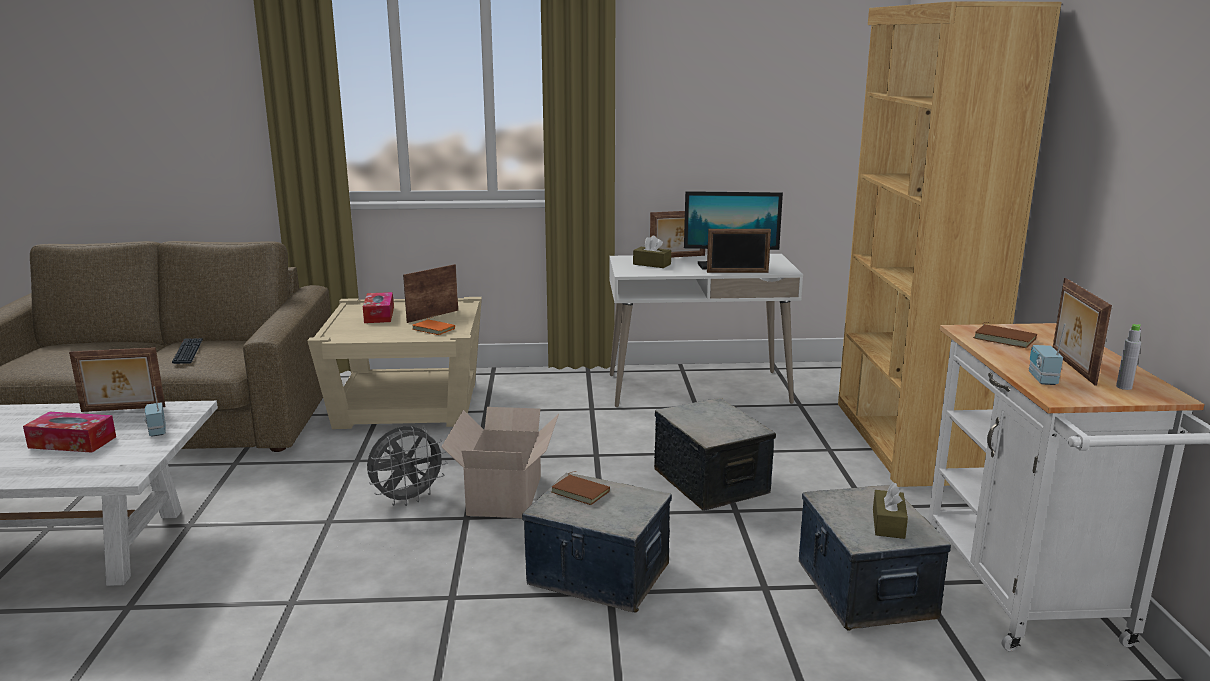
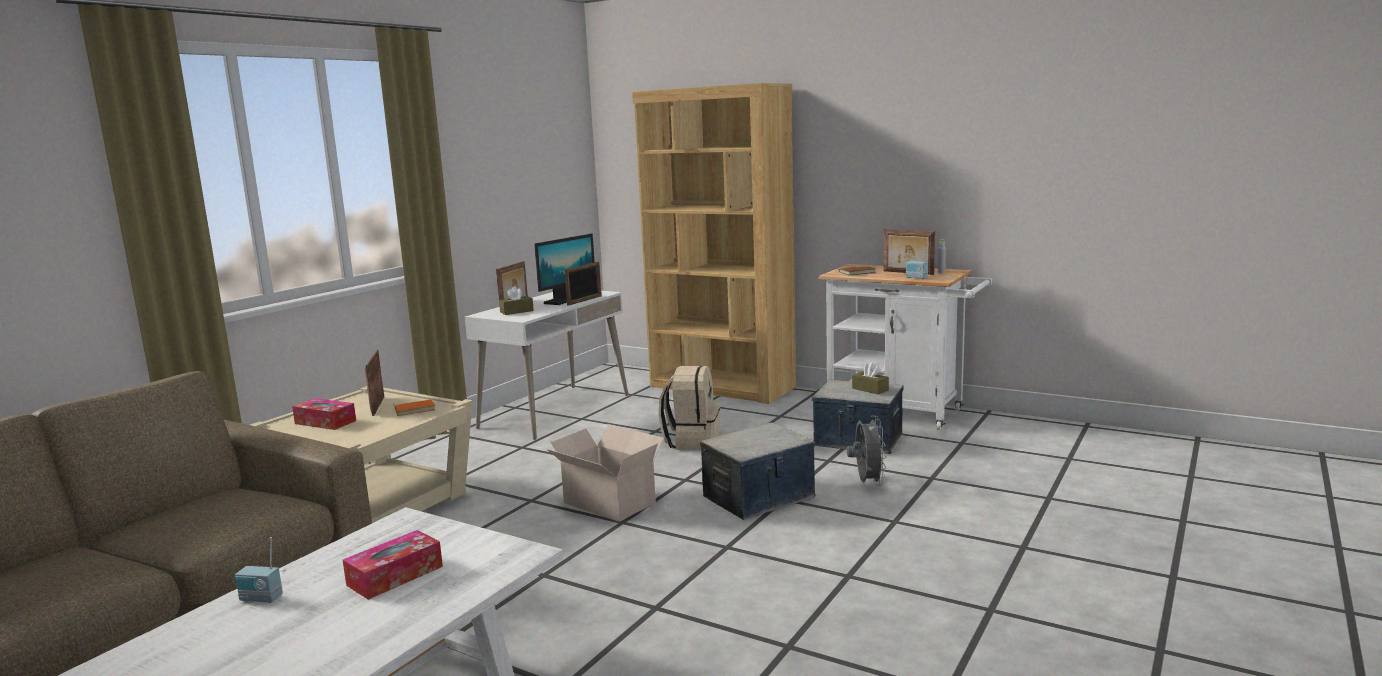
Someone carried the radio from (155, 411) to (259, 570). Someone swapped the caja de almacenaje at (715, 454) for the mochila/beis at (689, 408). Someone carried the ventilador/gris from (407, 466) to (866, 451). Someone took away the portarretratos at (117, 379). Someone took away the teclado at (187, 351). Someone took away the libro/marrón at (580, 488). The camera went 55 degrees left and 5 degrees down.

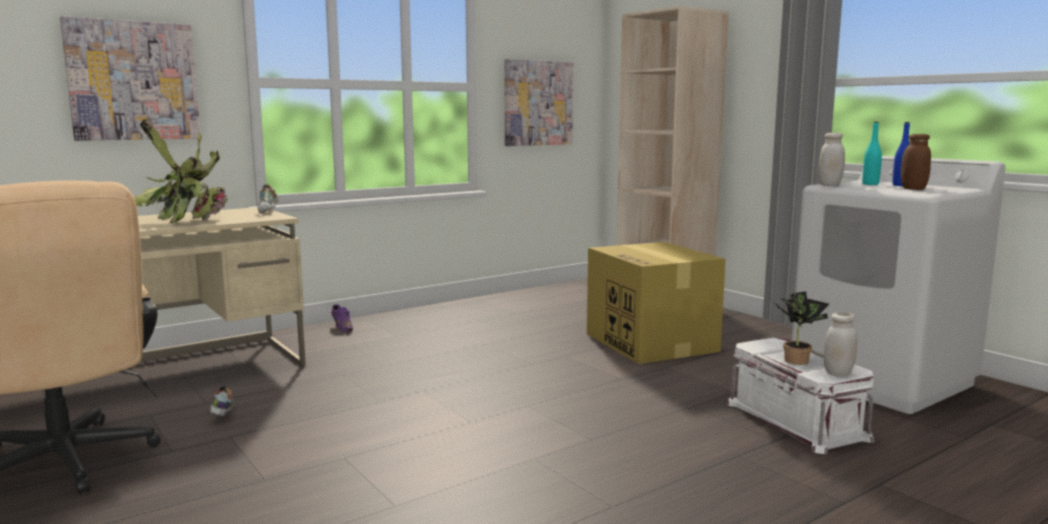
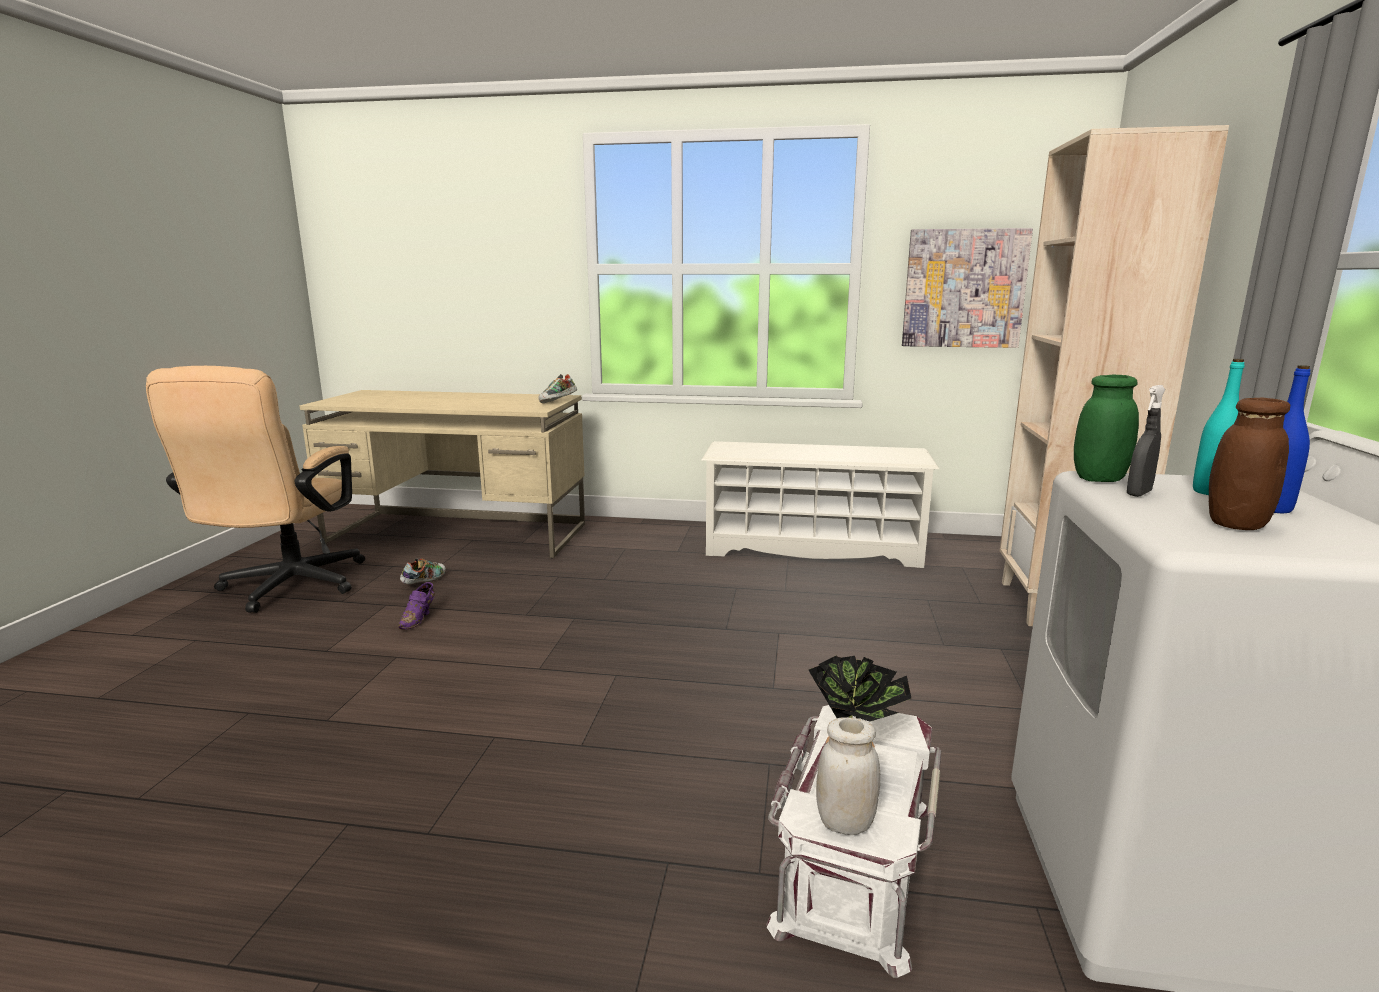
Someone carried the zapato/morado from (342, 318) to (416, 605). Someone put down the zapatero/blanco at (820, 504). Someone repainted the tarro/blanco at (832, 159), which became the tarro/verde at (1106, 428). Someone put down the pulverizador/gris at (1146, 441). Someone took away the cuadro at (130, 78). Someone took away the planta en maceta at (181, 171). Someone took away the caja de cartón at (656, 303). The camera went 45 degrees right and 5 degrees up.

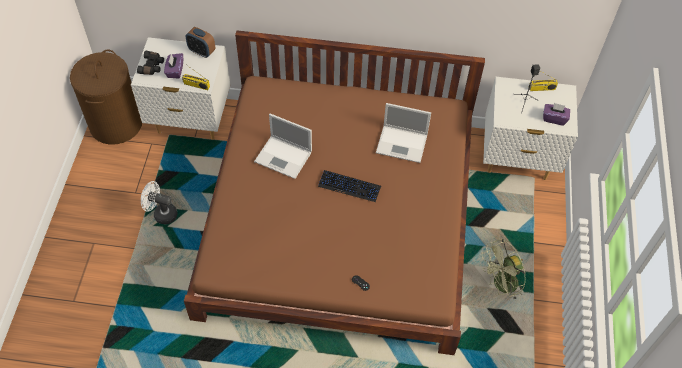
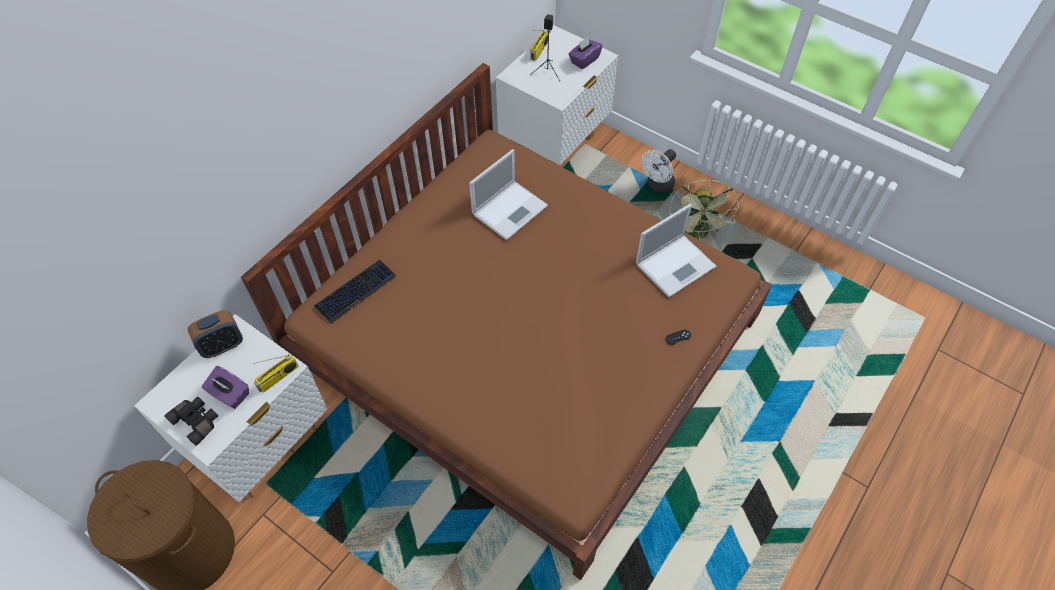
Someone carried the teclado from (349, 186) to (355, 292). Someone carried the portátil from (283, 146) to (676, 251). Someone carried the ventilador/blanco from (159, 202) to (659, 171). The camera went 60 degrees left and 0 degrees up.

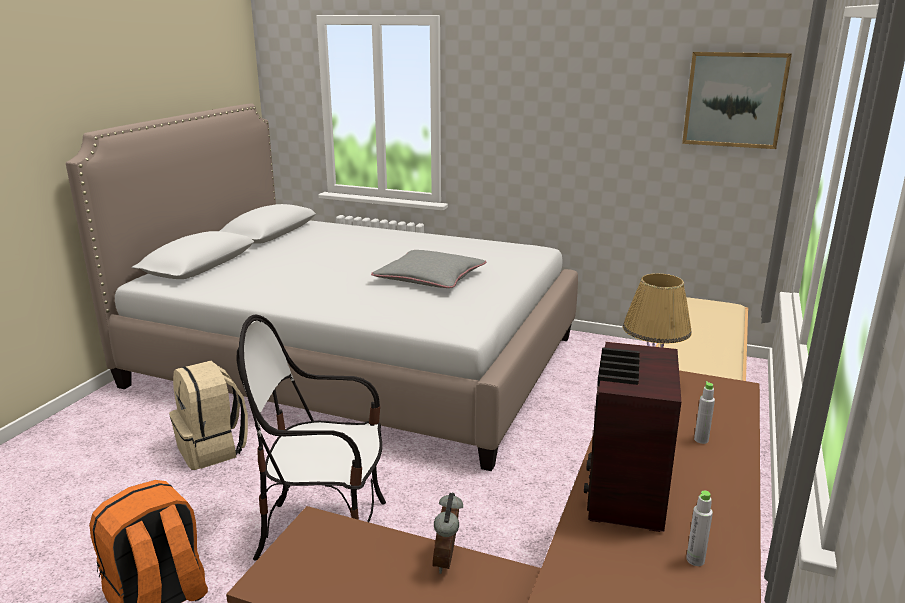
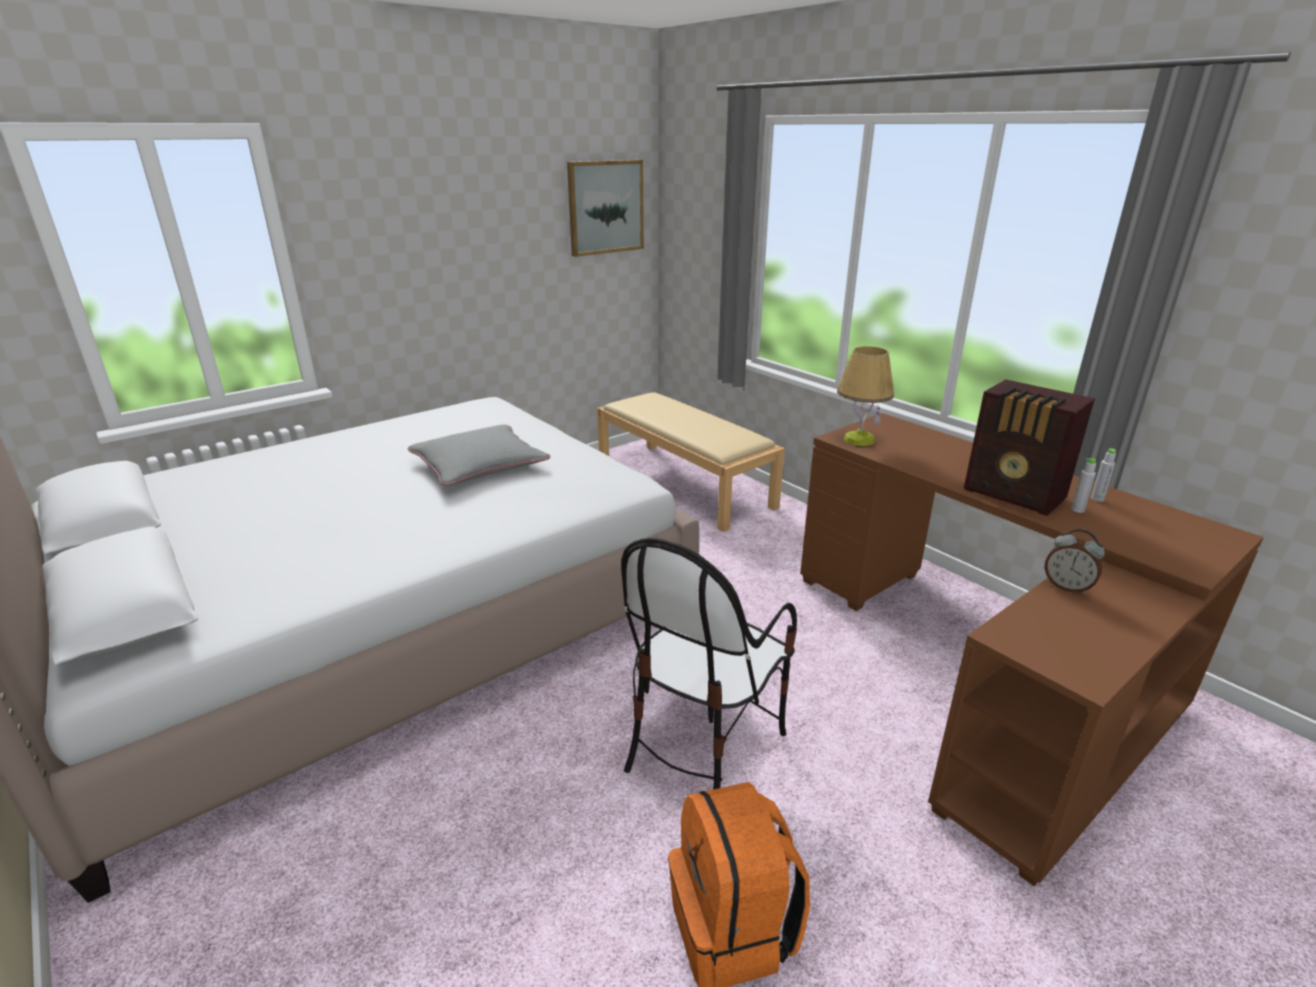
Someone carried the botella/gris from (704, 412) to (1083, 485). Someone took away the mochila/beis at (208, 415). The camera went 60 degrees left and 5 degrees up.

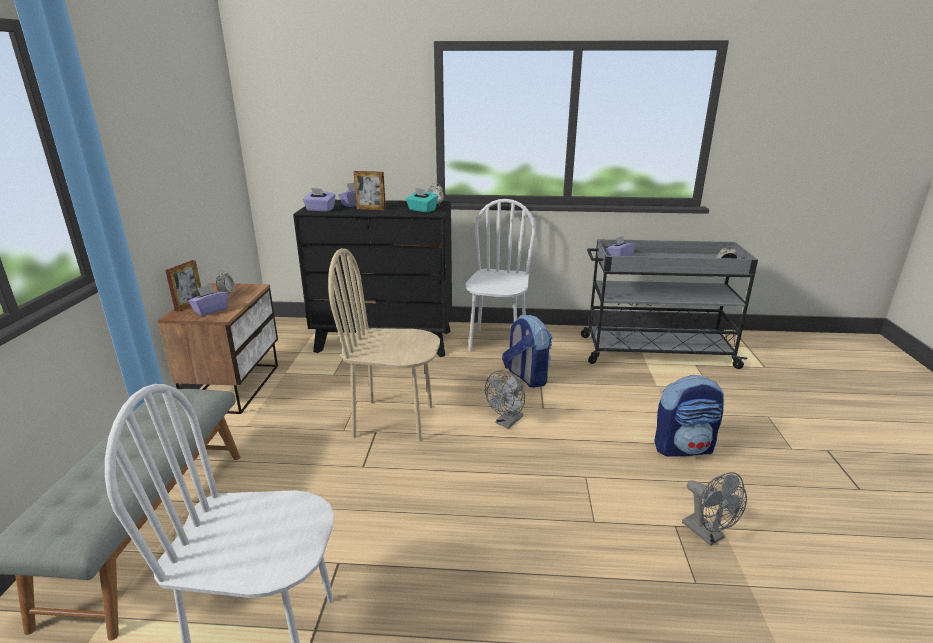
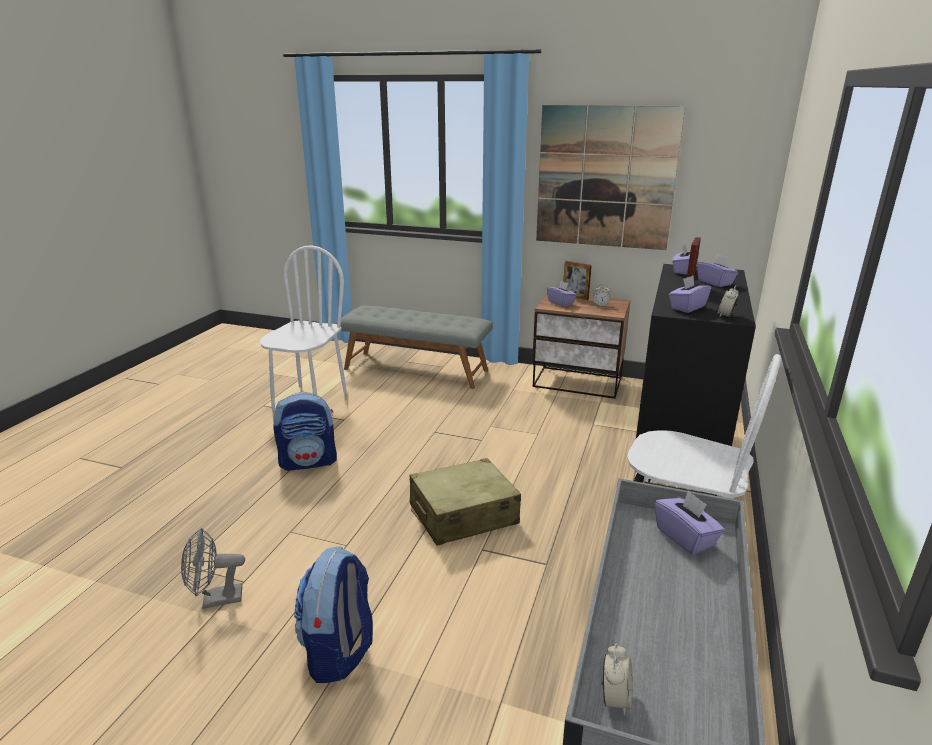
Someone carried the mochila from (527, 351) to (305, 431). Someone swapped the ventilador/gris at (505, 399) for the maleta/beis at (465, 502). Someone put up the cuadro at (610, 177). Someone repainted the caja de pañuelos/turquesa at (422, 200), which became the caja de pañuelos/morado at (690, 294). Someone took away the silla/beis at (384, 344). The camera went 105 degrees right and 0 degrees up.

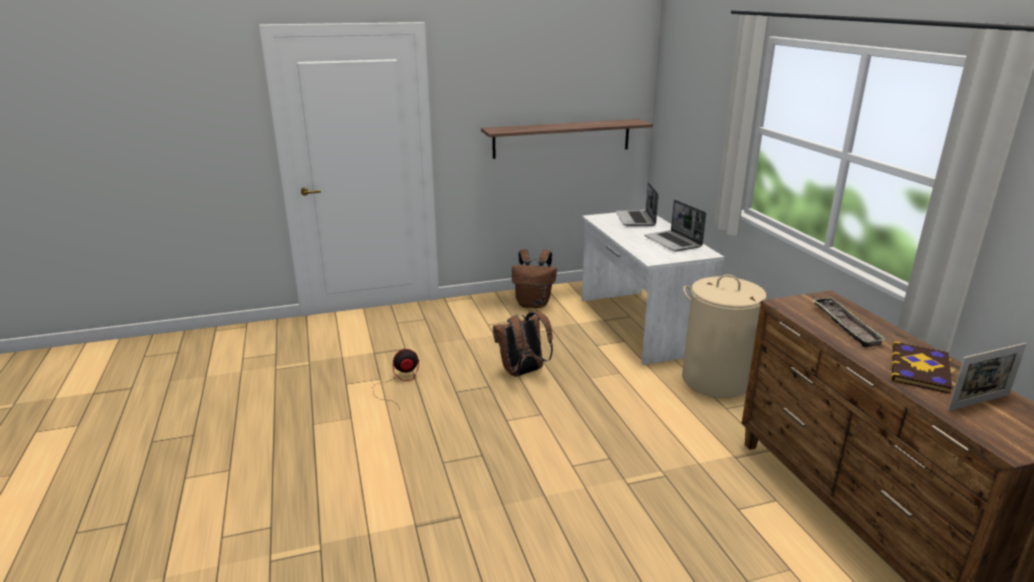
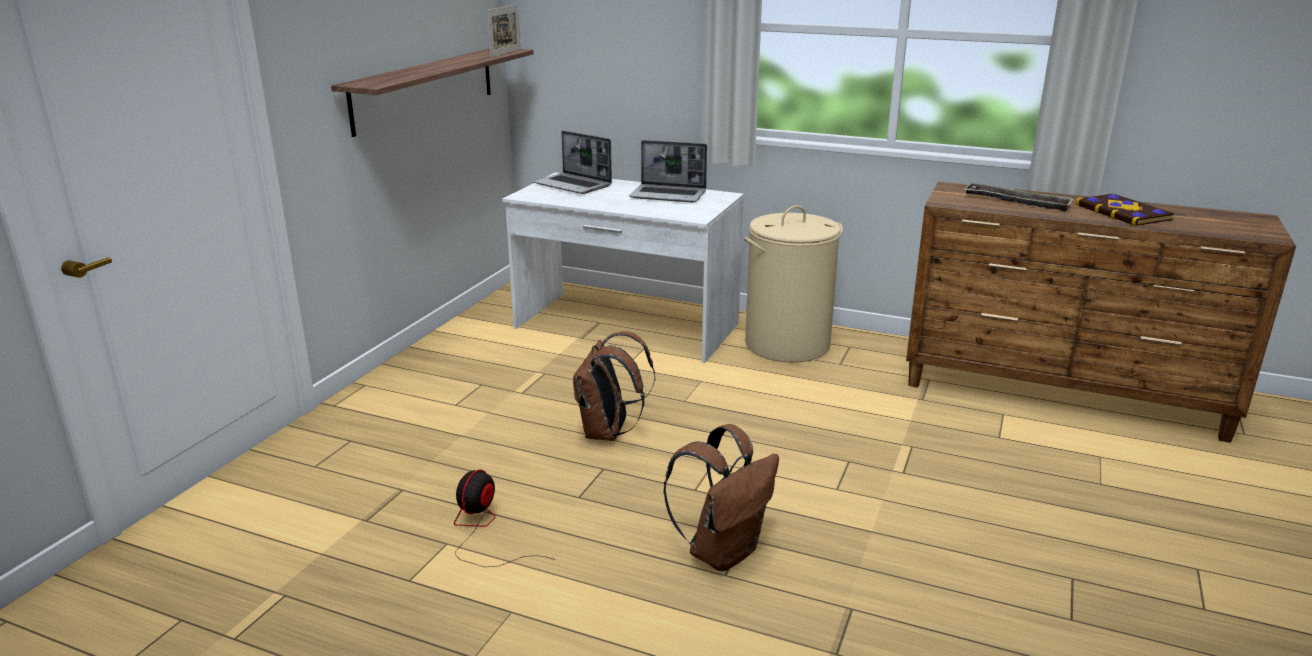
Someone carried the portarretratos from (987, 377) to (503, 31). Someone carried the mochila/marrón from (534, 278) to (721, 497). The camera went 50 degrees left and 0 degrees up.

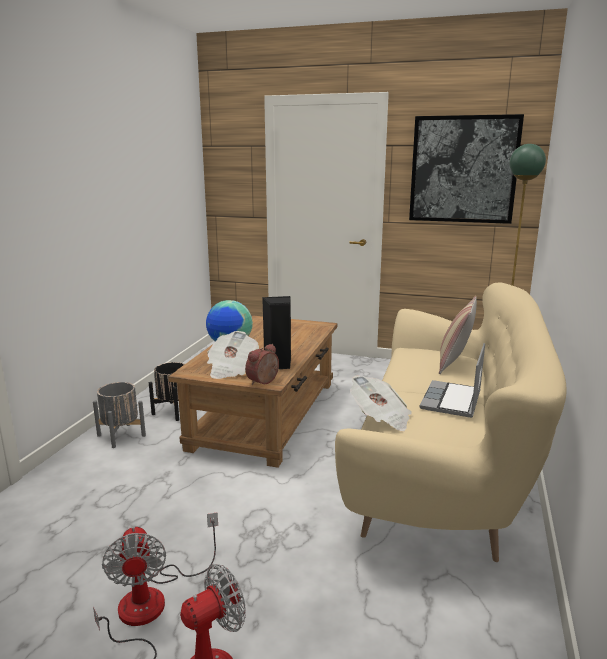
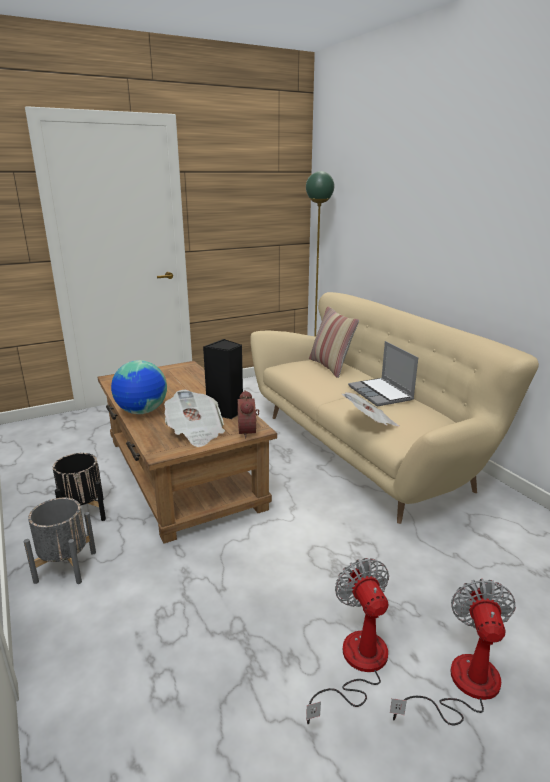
Someone rotated the ventilador at (160, 569) by 135 degrees counterclockwise. Someone took away the cuadro at (466, 169). The camera went 45 degrees left and 5 degrees up.

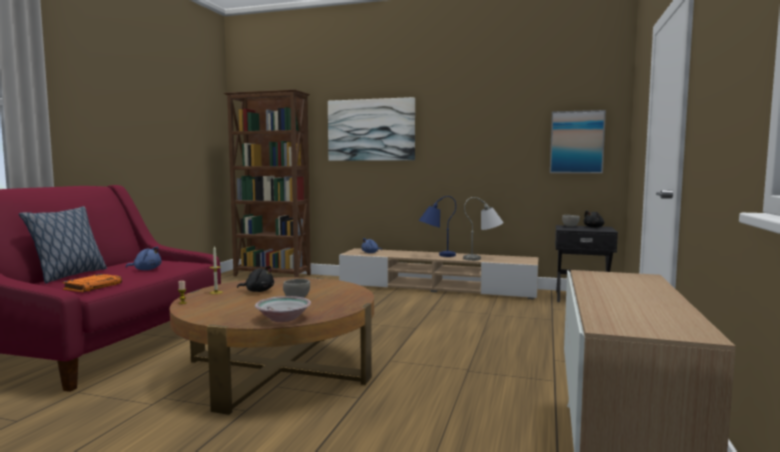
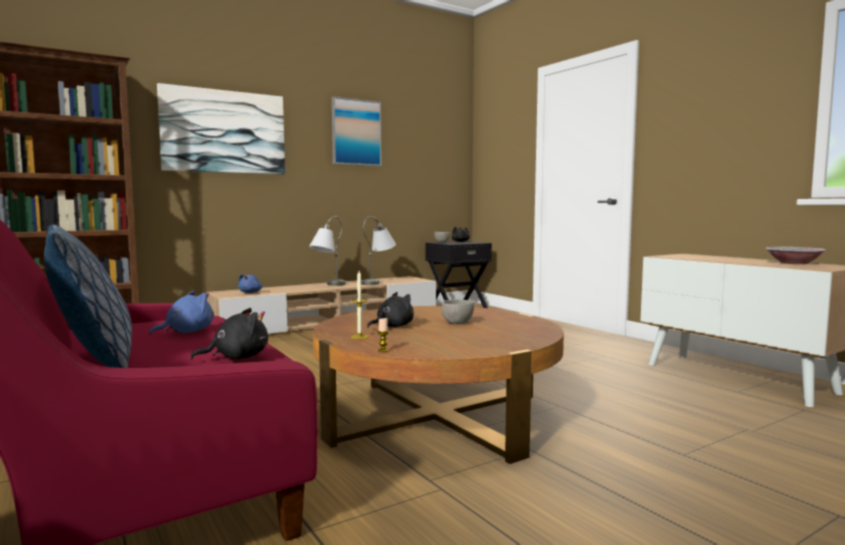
Someone swapped the libro/naranja at (92, 283) for the peluche/negro at (229, 334). Someone repainted the lámpara de mesa/azul at (437, 226), which became the lámpara de mesa/gris at (327, 251). Someone carried the cuadro from (578, 141) to (356, 131). Someone carried the cuenco from (283, 309) to (795, 255). The camera went 50 degrees left and 0 degrees up.

